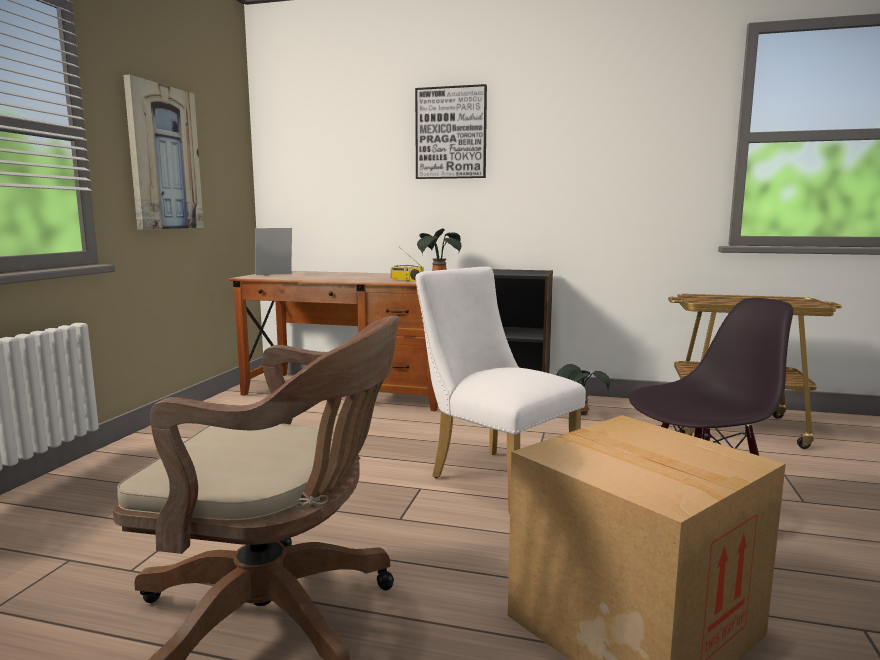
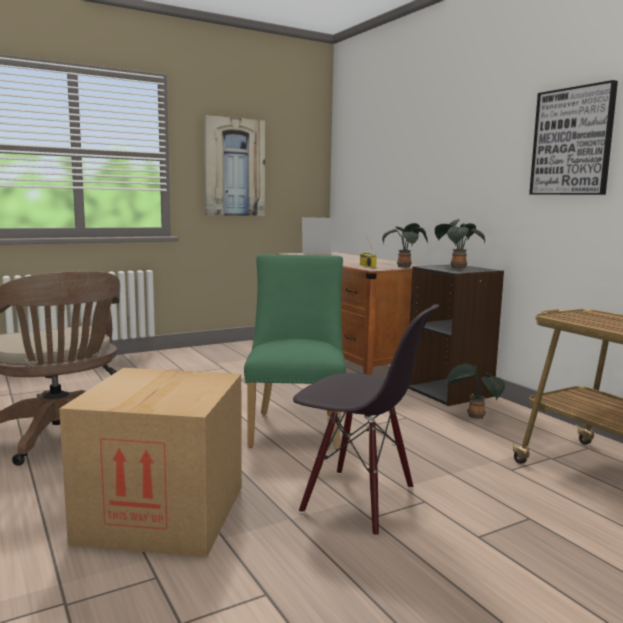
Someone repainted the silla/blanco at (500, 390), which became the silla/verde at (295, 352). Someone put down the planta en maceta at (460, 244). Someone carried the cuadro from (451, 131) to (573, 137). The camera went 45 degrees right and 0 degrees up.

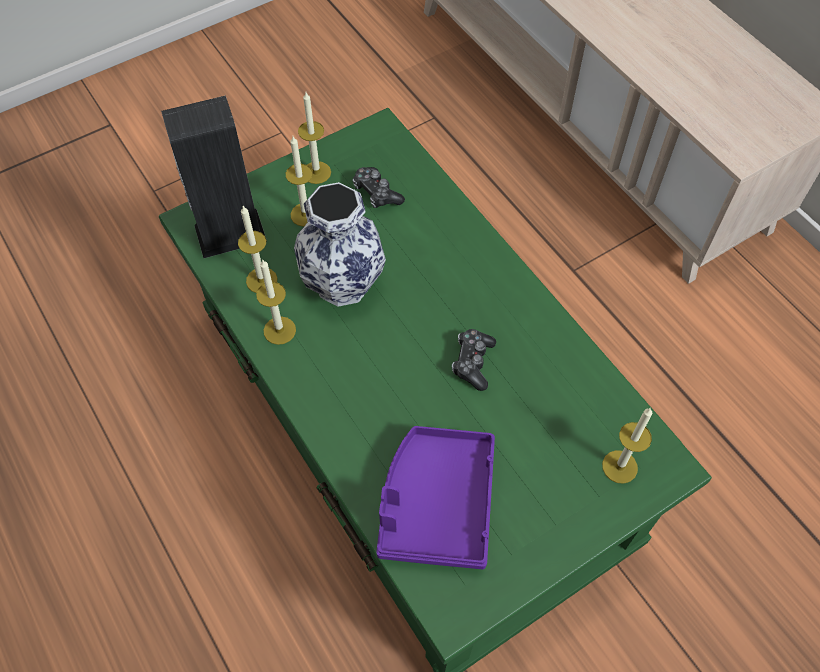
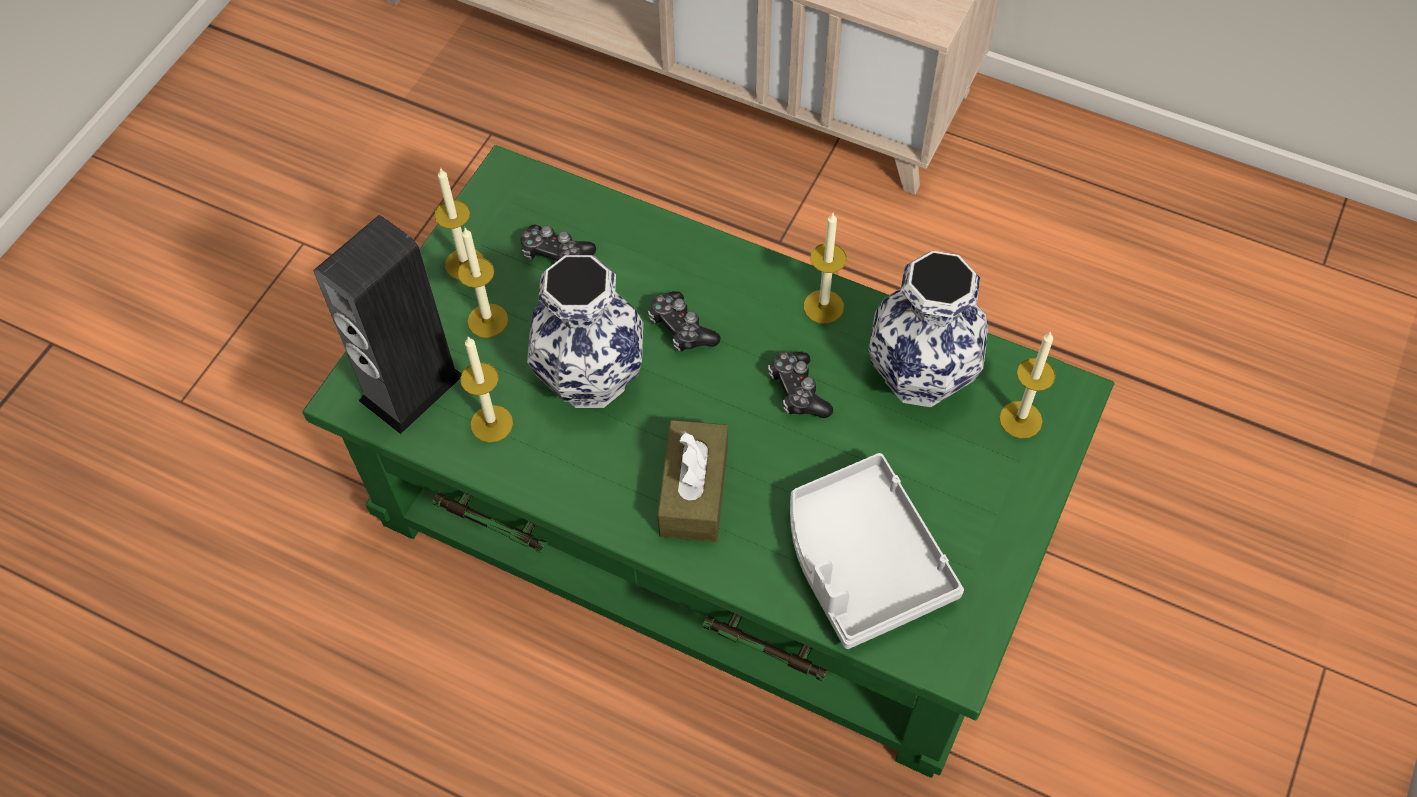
Someone put down the mando de consola at (684, 321). Someone put down the caja de pañuelos/marrón at (692, 481). Someone repainted the bandeja/morado at (435, 497), which became the bandeja/gris at (877, 551). Someone carried the vela from (276, 302) to (825, 268). Someone put down the florero at (928, 329). The camera went 30 degrees left and 0 degrees up.

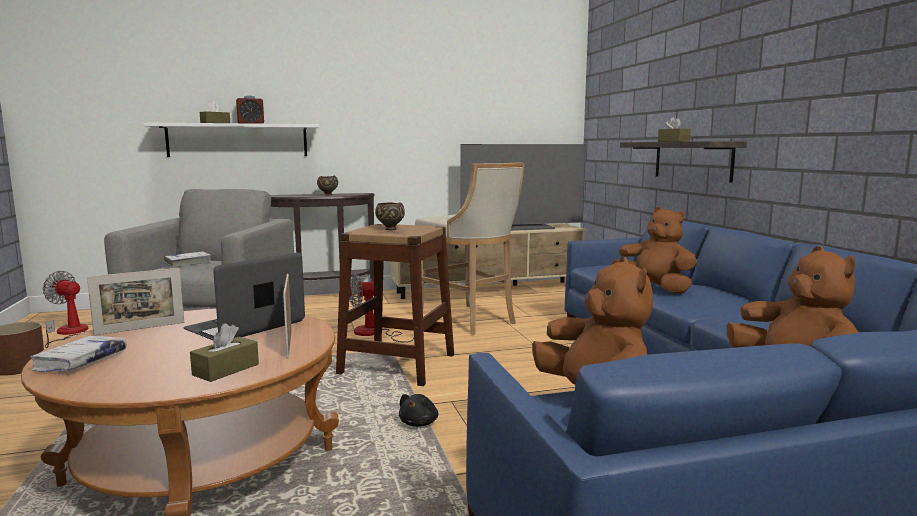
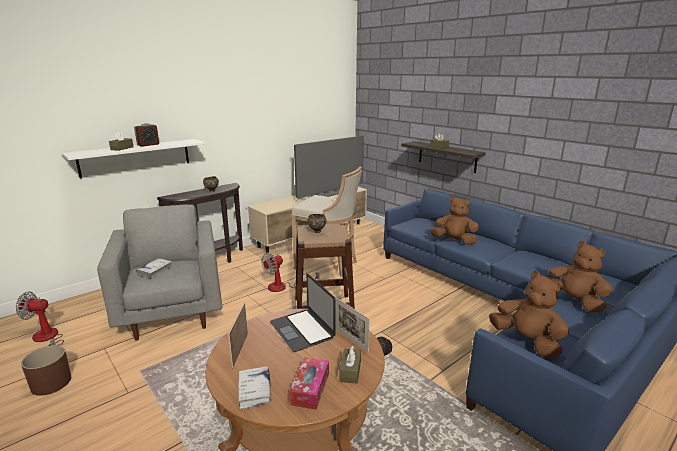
Someone rotated the portarretratos at (135, 301) by 150 degrees clockwise. Someone rotated the portátil at (244, 297) by 45 degrees counterclockwise. Someone put down the caja de pañuelos at (309, 383). The camera went 25 degrees left and 10 degrees up.

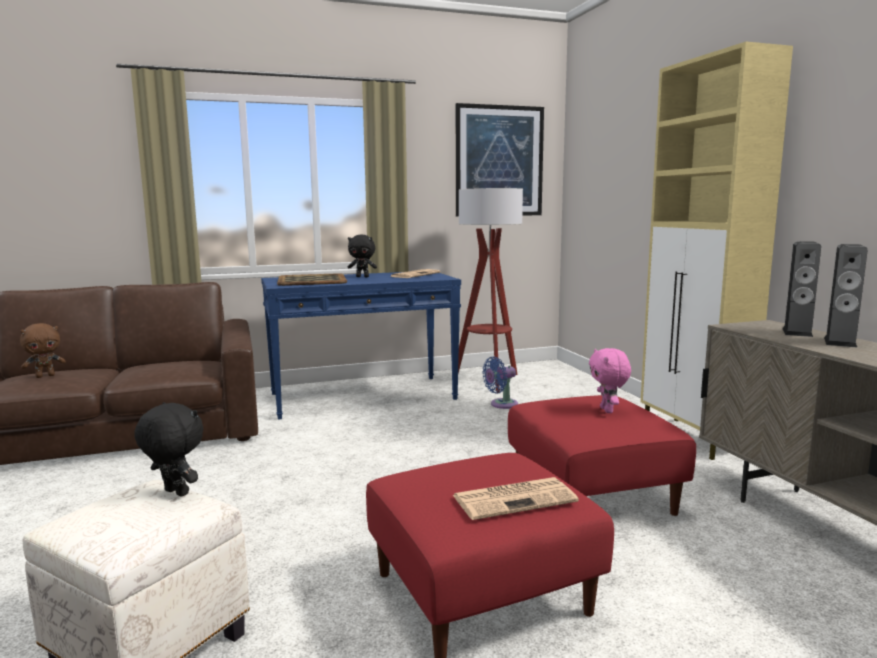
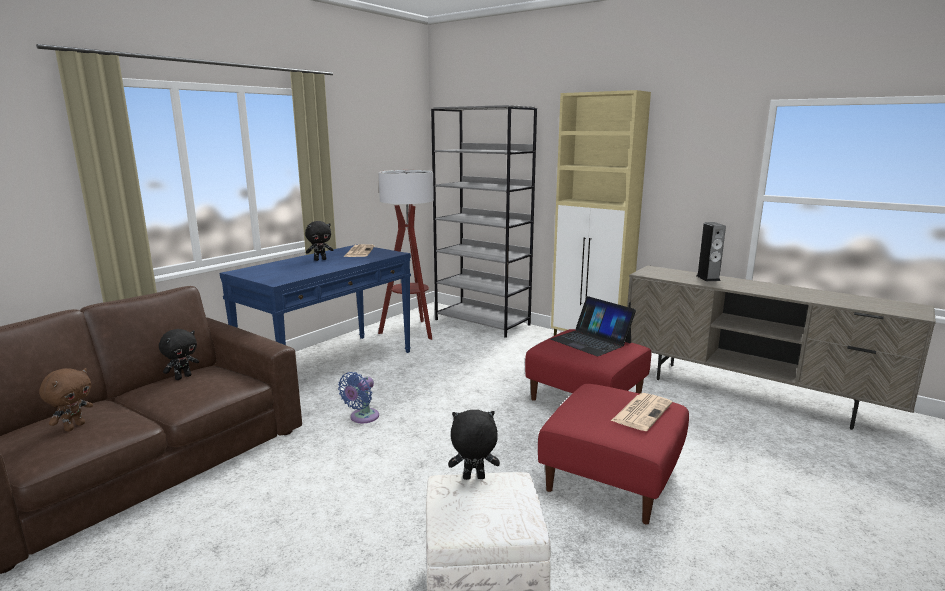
Someone put down the peluche/negro at (179, 354). Someone carried the ventilador/azul from (500, 383) to (358, 397). Someone put down the estantería/gris at (484, 221). Someone swapped the peluche/rosa at (610, 380) for the portátil at (593, 326). Someone took away the bandeja at (312, 279). Someone took away the cuadro at (500, 159). Someone took away the altavoz at (801, 289). The camera went 35 degrees left and 5 degrees up.

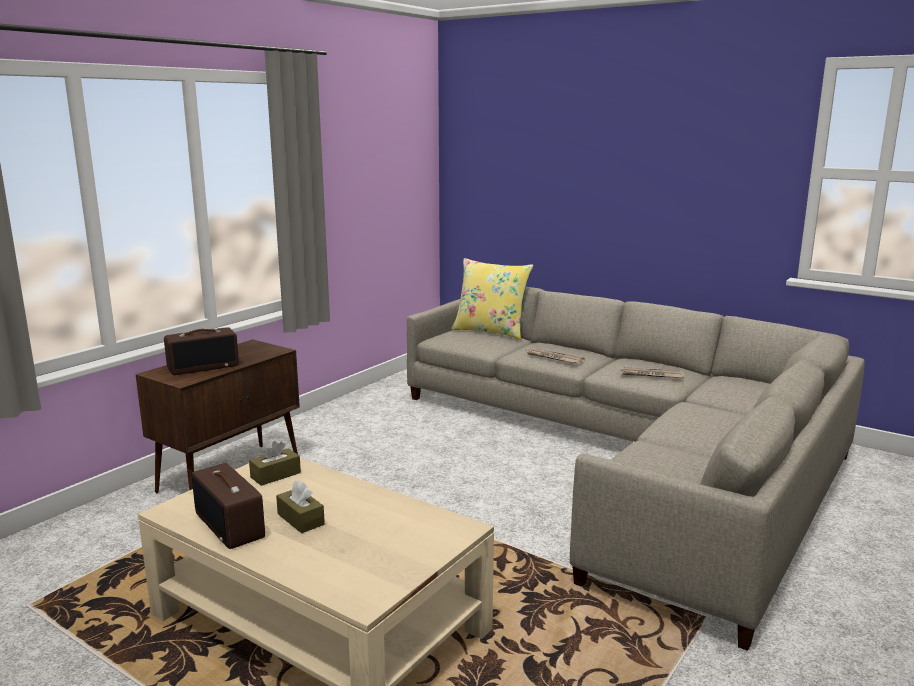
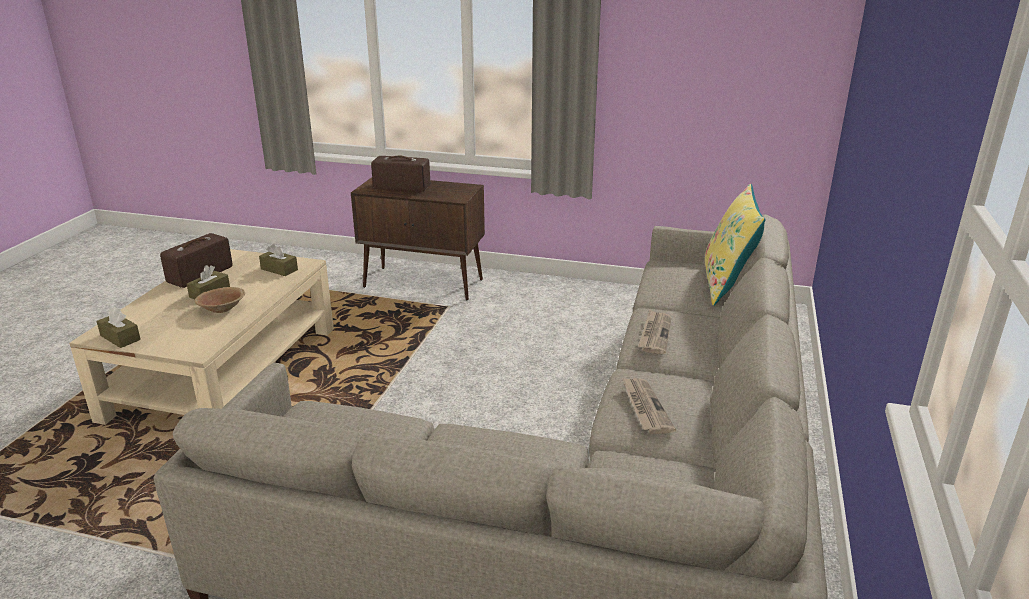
Someone put down the caja de pañuelos/marrón at (119, 327). Someone put down the cuenco/marrón at (219, 300). Someone rotated the radio at (201, 351) by 150 degrees clockwise. The camera went 70 degrees right and 10 degrees up.

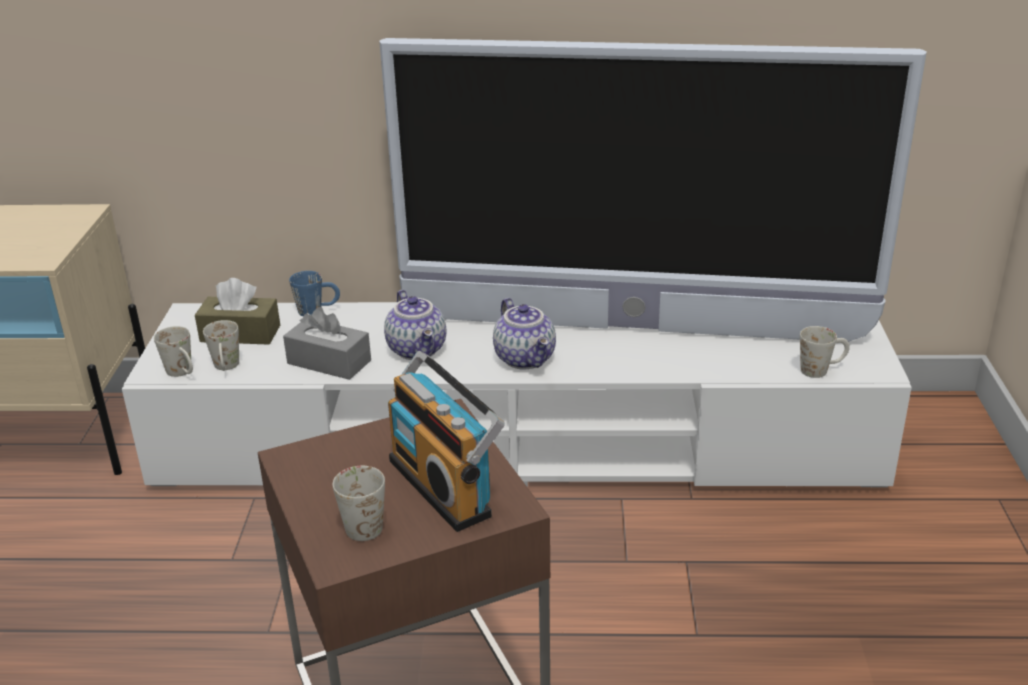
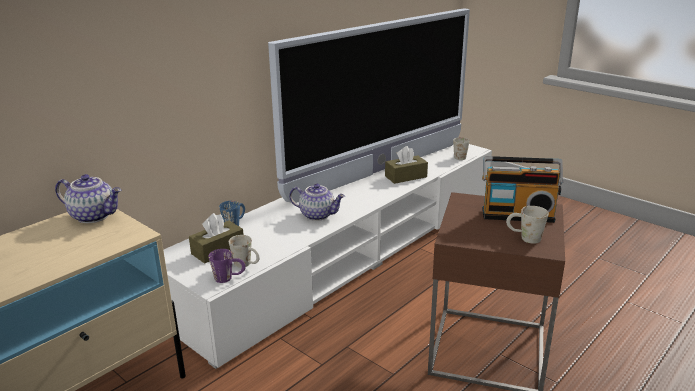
Someone carried the tetera from (524, 334) to (88, 198). Someone repainted the taza grande/blanco at (173, 351), which became the taza grande/morado at (227, 266). Someone put down the caja de pañuelos/marrón at (406, 165). Someone took away the caja de pañuelos/gris at (327, 343). The camera went 50 degrees left and 5 degrees down.

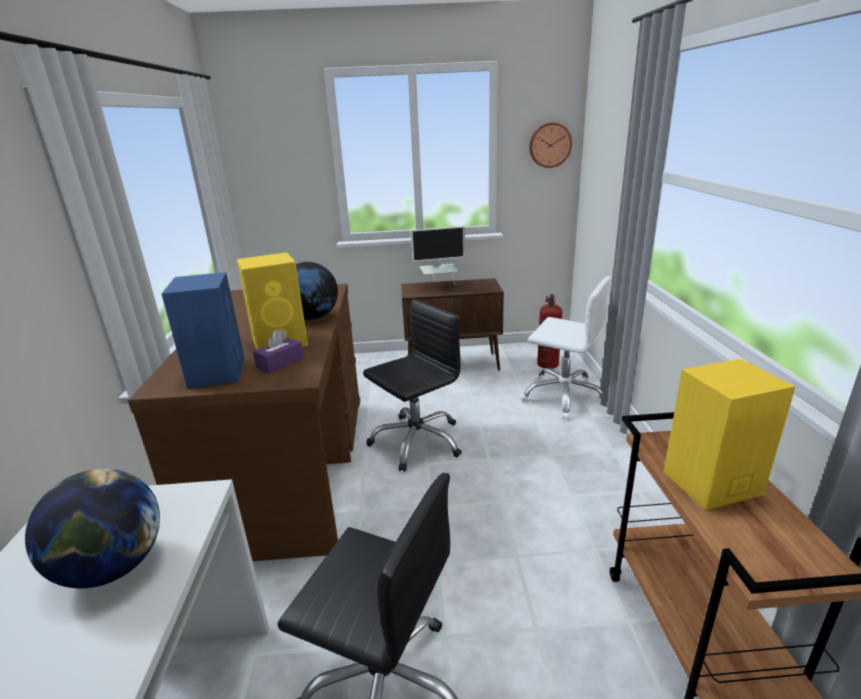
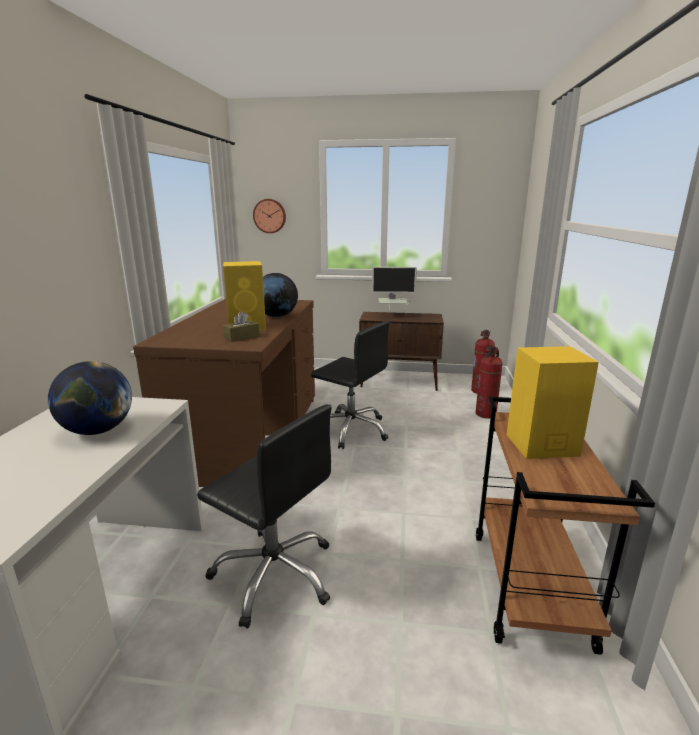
Someone repainted the caja de pañuelos/morado at (278, 352), which became the caja de pañuelos/marrón at (241, 326). Someone carried the reloj de pared from (550, 145) to (269, 216). Someone rotated the silla de oficina/negro at (412, 385) by 60 degrees clockwise. Someone swapped the silla de oficina/blanco at (565, 347) for the extintor at (489, 382). Someone took away the altavoz/azul at (203, 330). The camera went 10 degrees right and 5 degrees down.

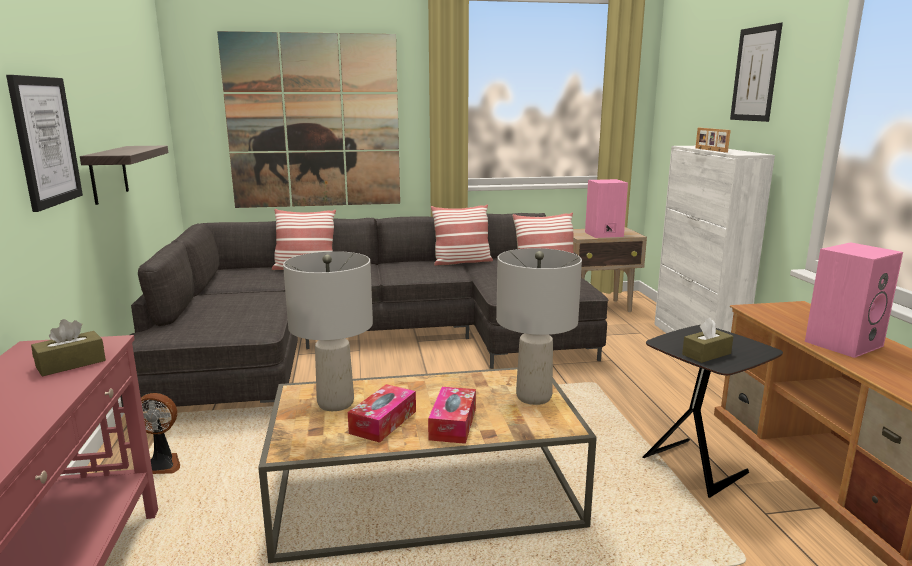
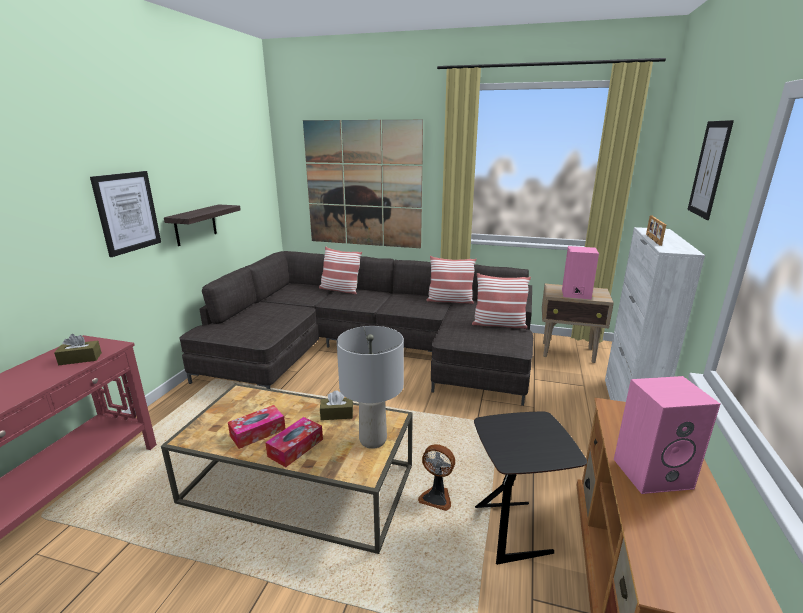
Someone carried the caja de pañuelos/marrón from (707, 340) to (336, 405). Someone carried the ventilador from (160, 433) to (436, 477). Someone took away the lámpara de mesa/gris at (328, 331). The camera went 25 degrees right and 5 degrees up.

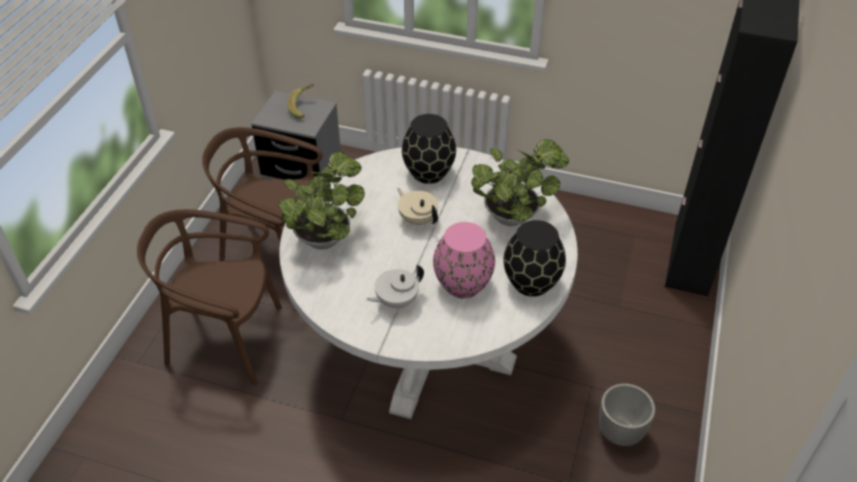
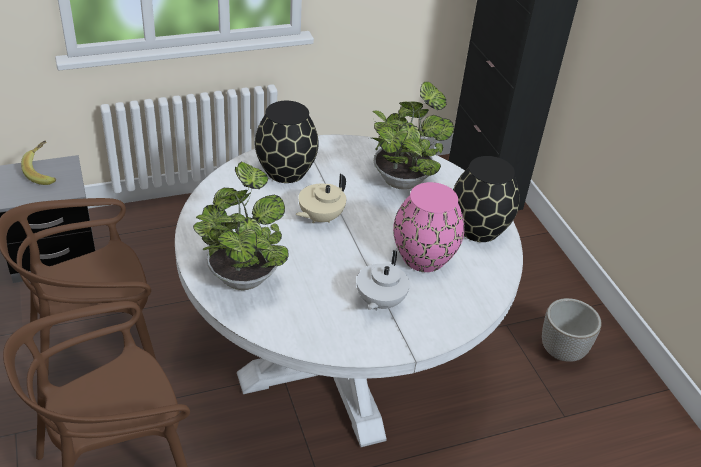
Someone rotated the tetera/beis at (418, 206) by 60 degrees counterclockwise. The camera went 40 degrees left and 5 degrees down.

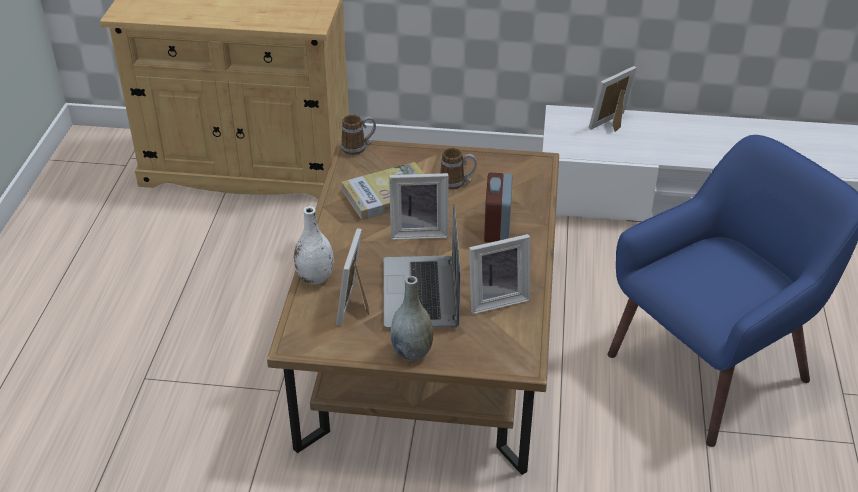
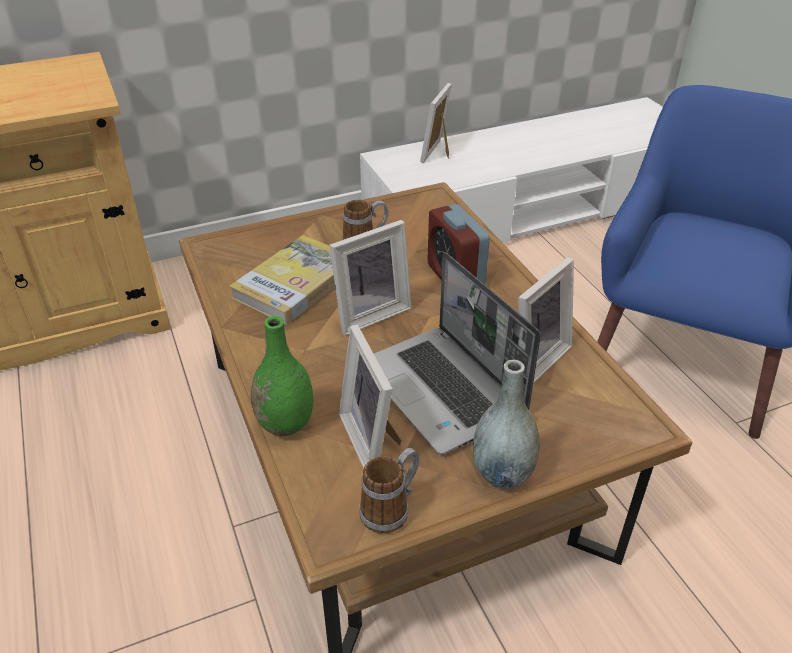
Someone repainted the florero/blanco at (314, 245), which became the florero/verde at (282, 376). Someone carried the taza grande from (358, 135) to (389, 490). The camera went 30 degrees left and 0 degrees up.

